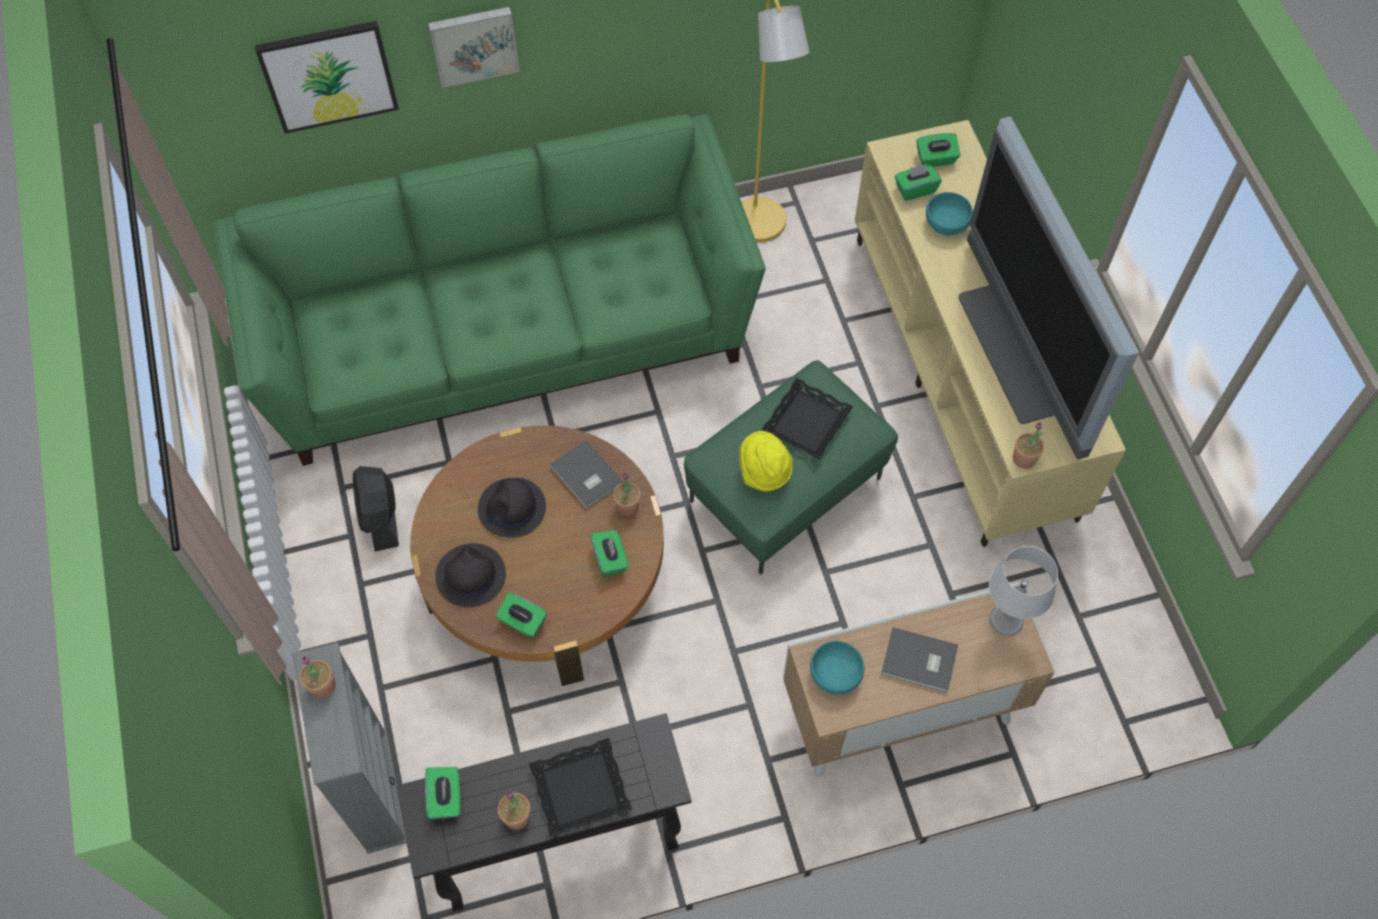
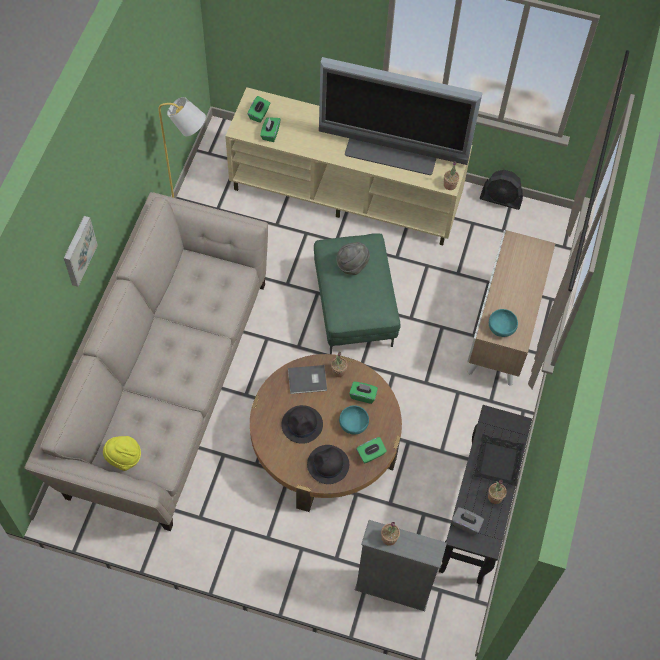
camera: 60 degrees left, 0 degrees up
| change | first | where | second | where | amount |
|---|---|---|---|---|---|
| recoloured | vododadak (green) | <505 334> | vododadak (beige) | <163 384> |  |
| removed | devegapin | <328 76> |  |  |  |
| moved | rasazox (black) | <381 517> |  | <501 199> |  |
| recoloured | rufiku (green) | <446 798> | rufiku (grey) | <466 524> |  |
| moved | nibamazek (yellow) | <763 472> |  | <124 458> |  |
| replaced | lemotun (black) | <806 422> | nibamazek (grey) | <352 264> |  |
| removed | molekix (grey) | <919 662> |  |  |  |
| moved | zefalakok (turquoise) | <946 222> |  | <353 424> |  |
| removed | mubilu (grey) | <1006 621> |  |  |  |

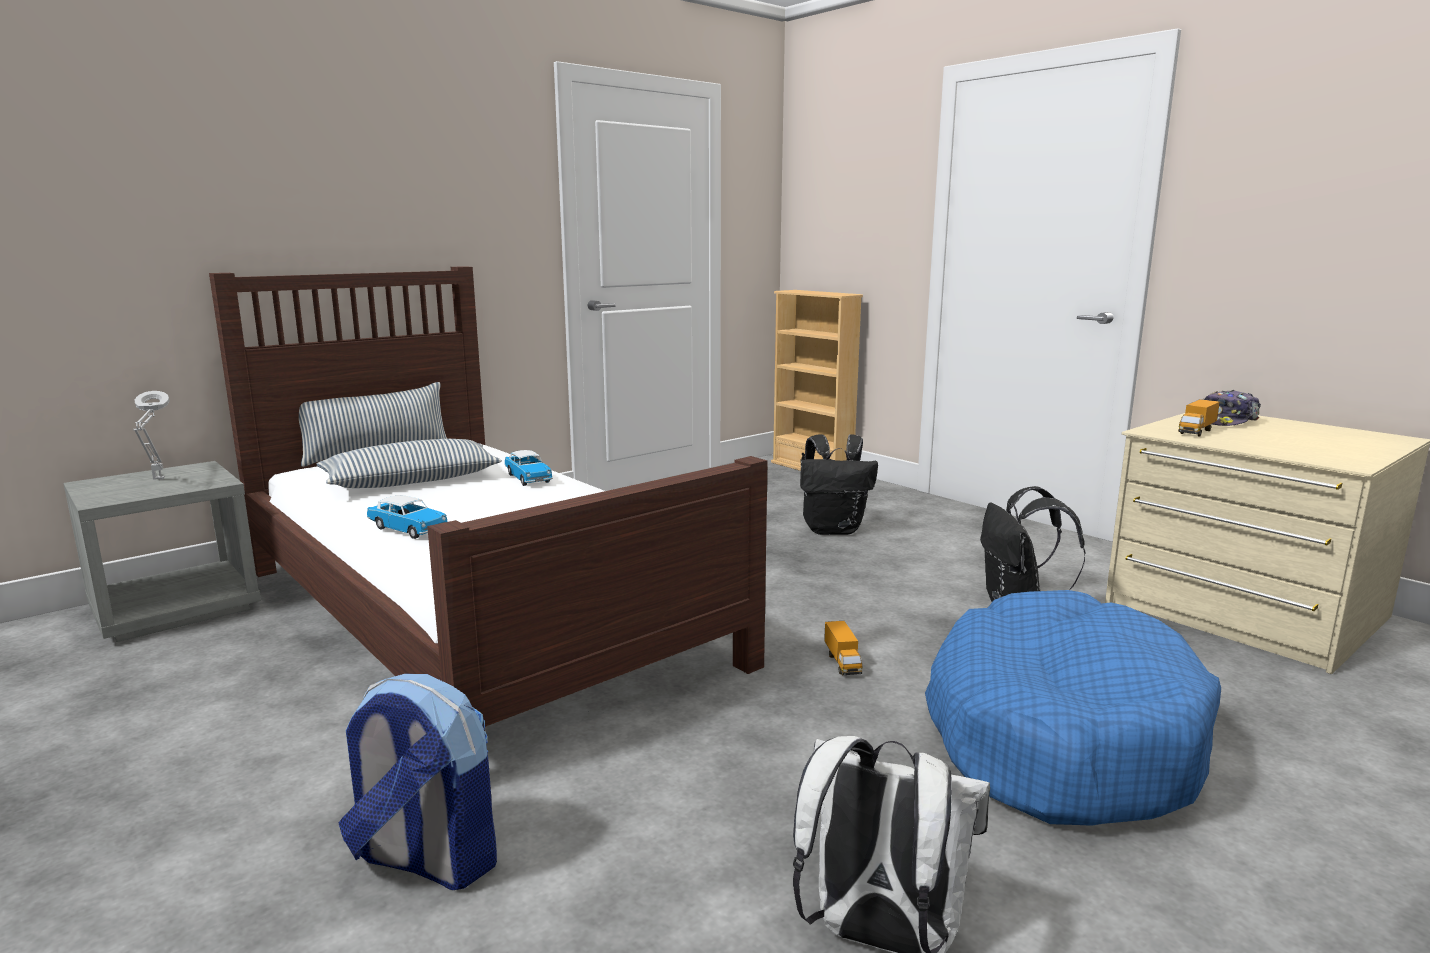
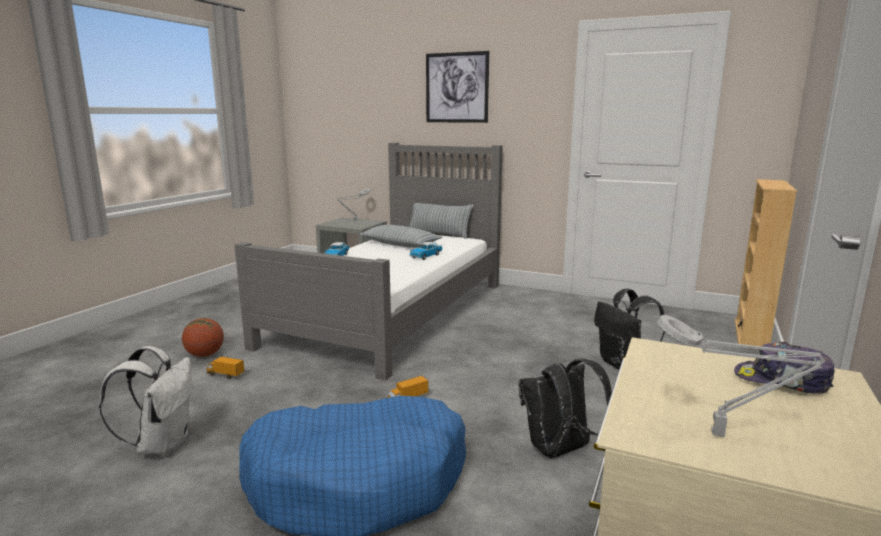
camera: 65 degrees right, 0 degrees up
| change | first | where | second | where | amount |
|---|---|---|---|---|---|
| recoloured | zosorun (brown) | <476 613> | zosorun (grey) | <392 312> |  |
| replaced | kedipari | <426 859> | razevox | <205 355> |  |
| moved | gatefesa | <1196 431> |  | <225 375> |  |
| added |  |  | devegapin | <456 88> |  |
| added |  |  | mubilu (grey) | <723 435> |  |

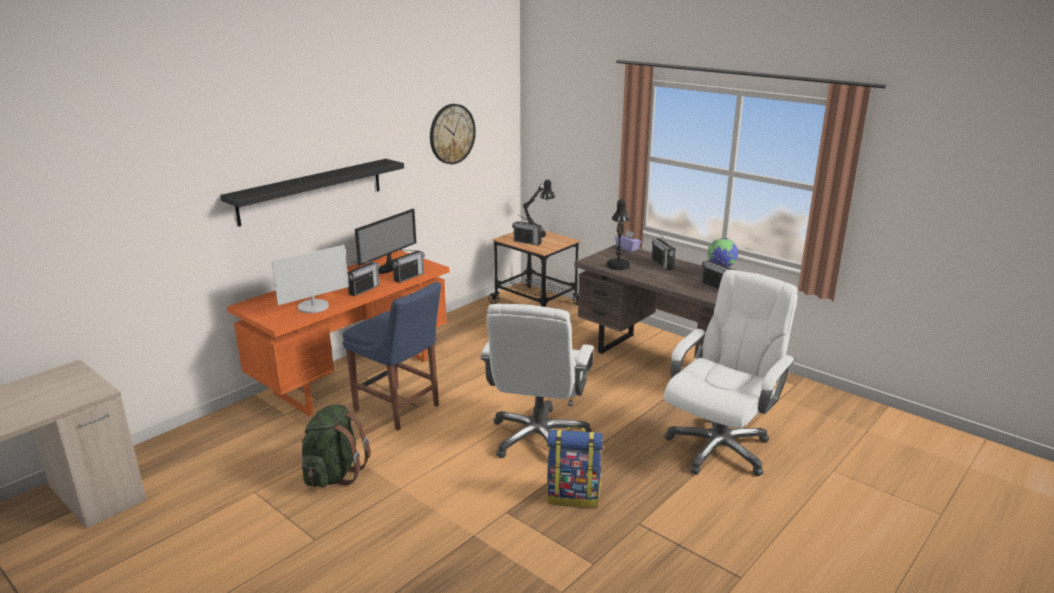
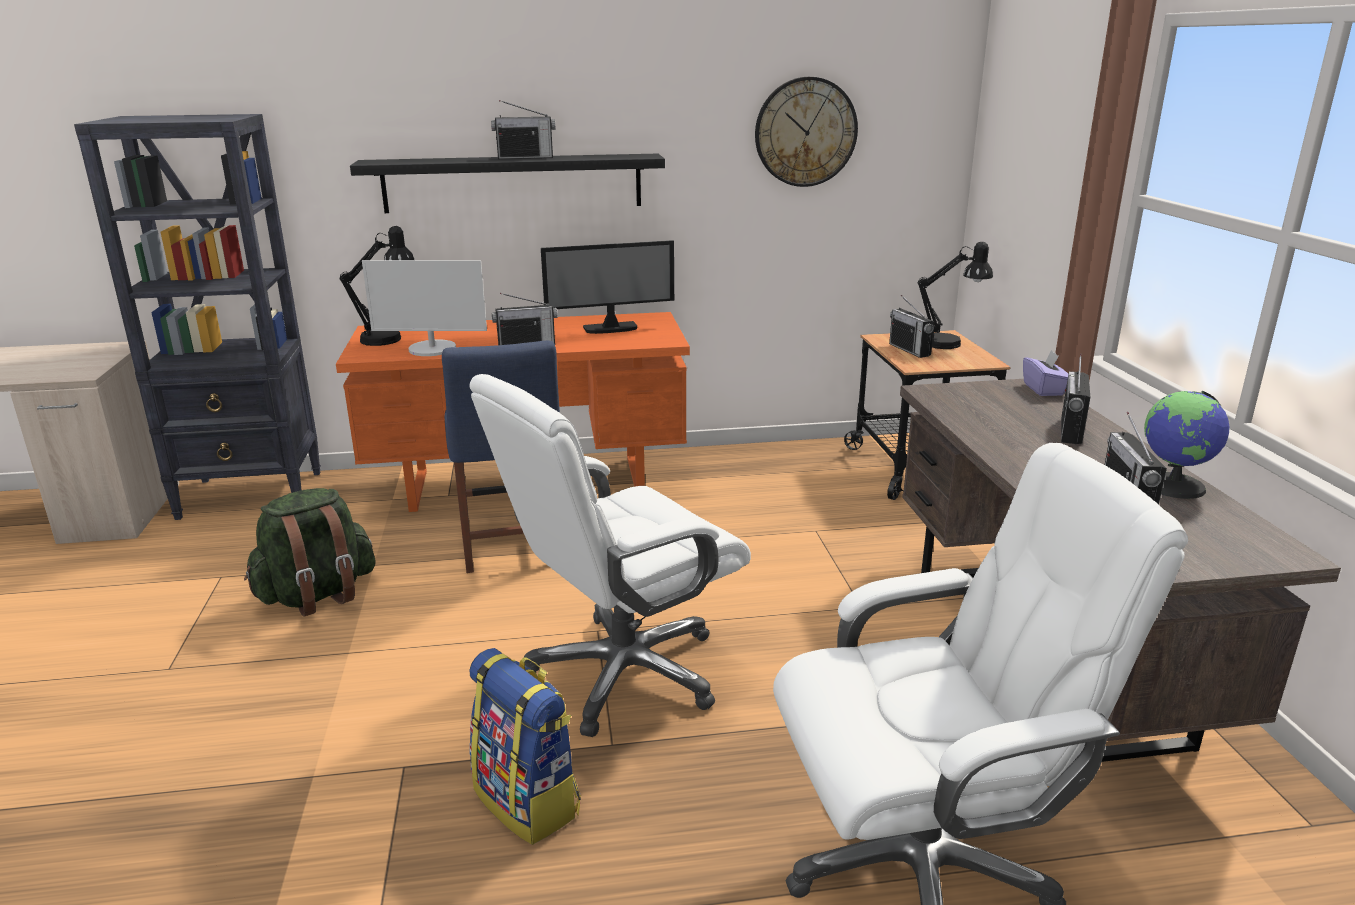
camera: 40 degrees right, 0 degrees up
| change | first | where | second | where | amount |
|---|---|---|---|---|---|
| moved | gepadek | <409 277> |  | <525 158> |  |
| moved | mubilu (black) | <618 264> |  | <389 338> |  |
| added |  |  | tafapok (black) | <253 495> |  |

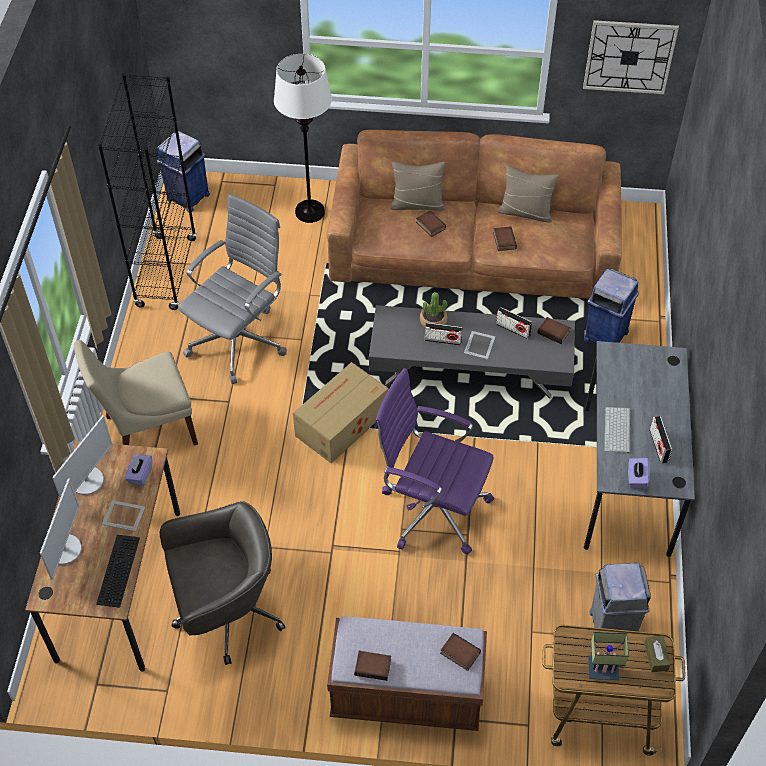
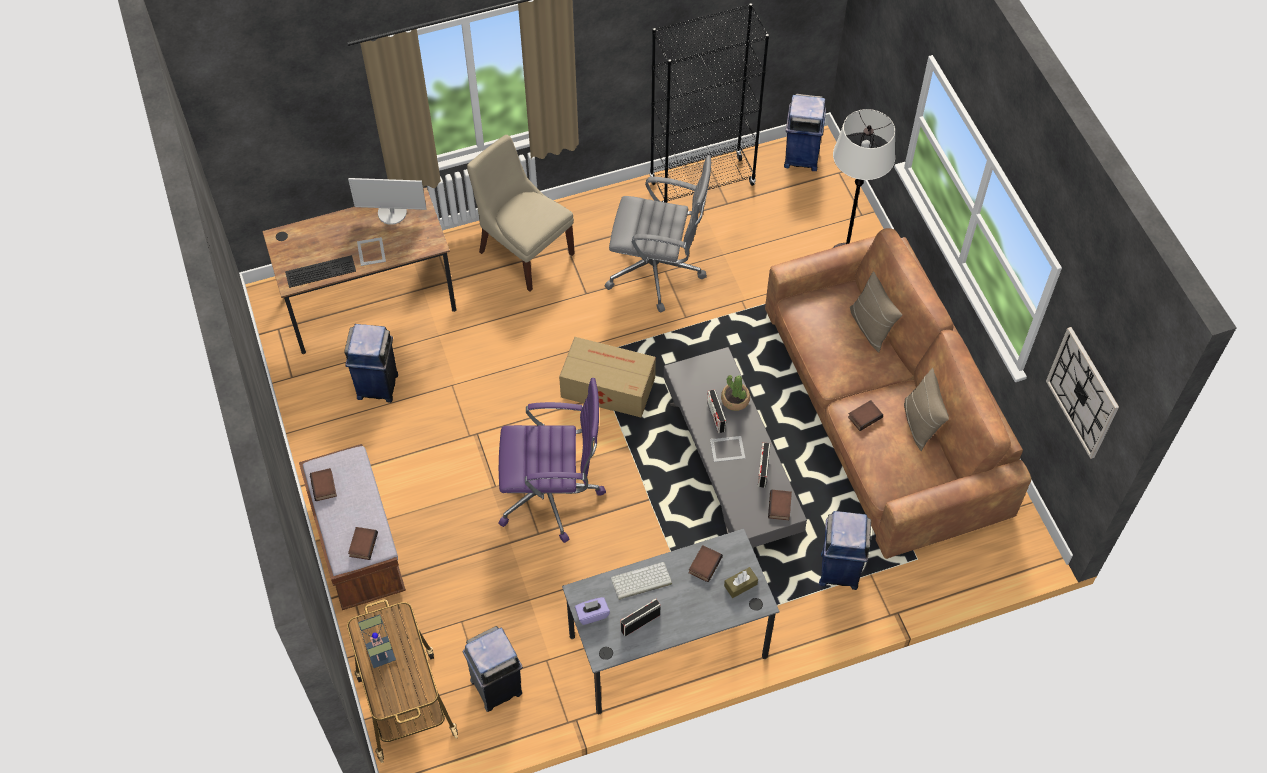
camera: 65 degrees right, 5 degrees up
| change | first | where | second | where | amount |
|---|---|---|---|---|---|
| removed | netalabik | <64 549> |  |  |  |
| removed | rufiku (purple) | <140 475> |  |  |  |
| replaced | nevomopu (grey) | <226 612> | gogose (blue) | <378 385> |  |
| turned | nevomopu (purple) | <432 508> |  | <552 494> | 90 degrees clockwise |
| moved | molekix | <429 226> |  | <704 564> |  |
| moved | rufiku (brown) | <656 656> |  | <740 585> |  |

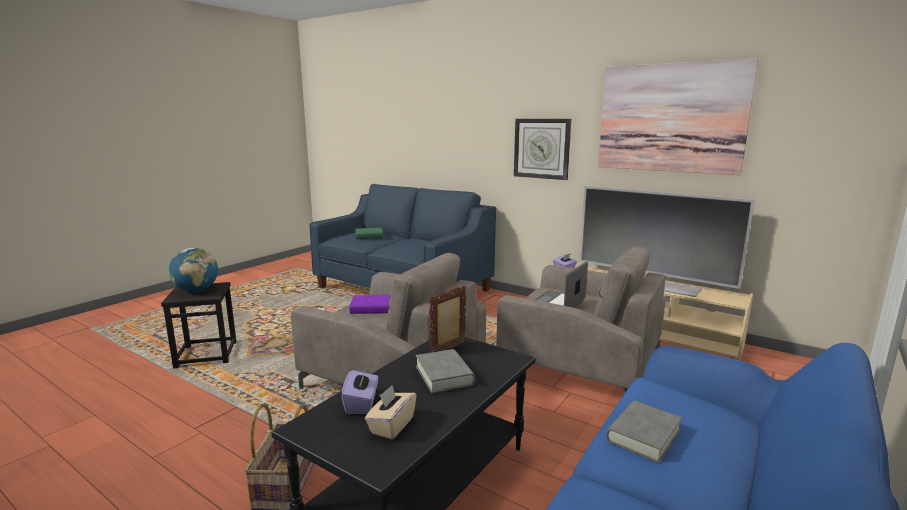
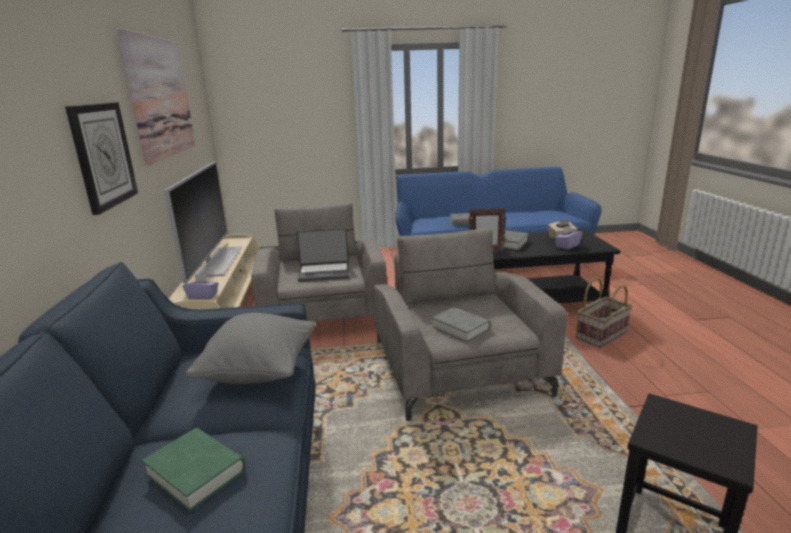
camera: 130 degrees left, 5 degrees up
| change | first | where | second | where | amount |
|---|---|---|---|---|---|
| removed | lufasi | <197 290> |  |  |  |
| recoloured | molekix (purple) | <371 308> | molekix (grey) | <460 328> |  |
| added |  |  | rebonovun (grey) | <260 372> |  |

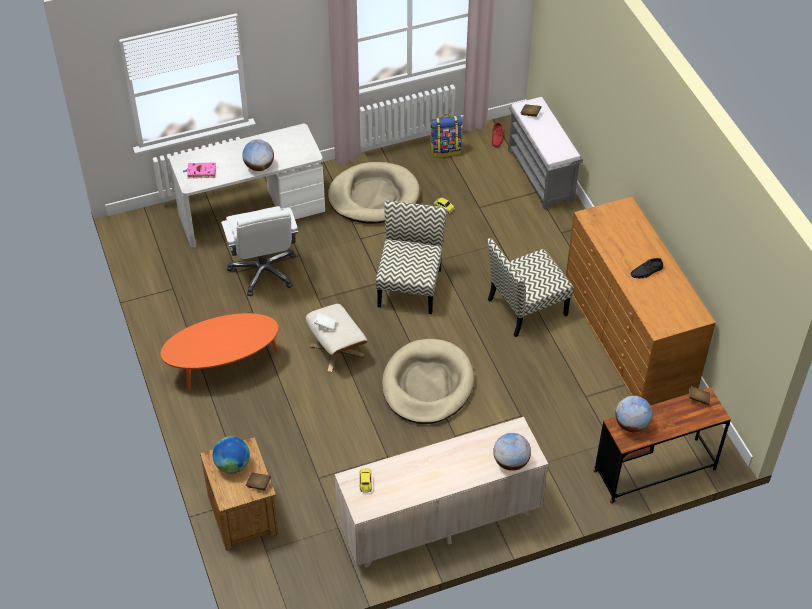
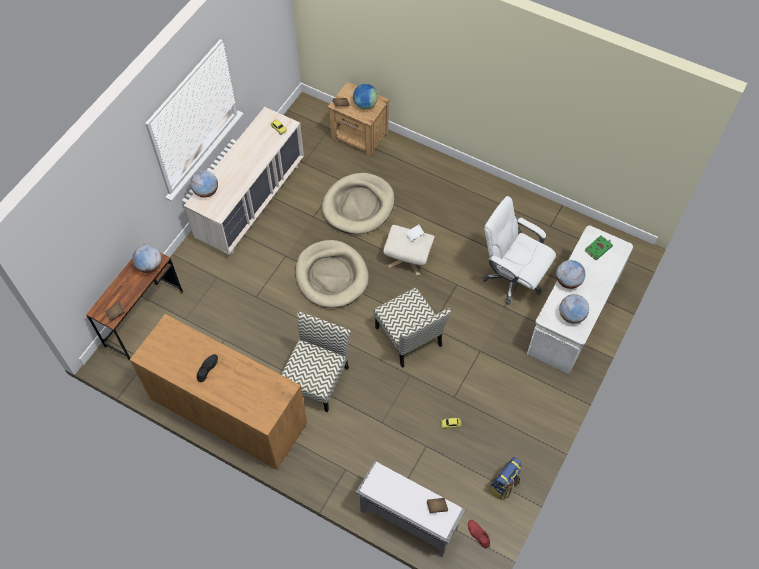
camera: 140 degrees right, 10 degrees up
| change | first | where | second | where | amount |
|---|---|---|---|---|---|
| removed | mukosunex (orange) | <223 366> |  |  |  |
| recoloured | molekix (pink) | <200 172> | molekix (green) | <598 248> |  |
| moved | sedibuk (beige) | <373 196> |  | <358 205> |  |
| added |  |  | lufasi | <571 315> |  |

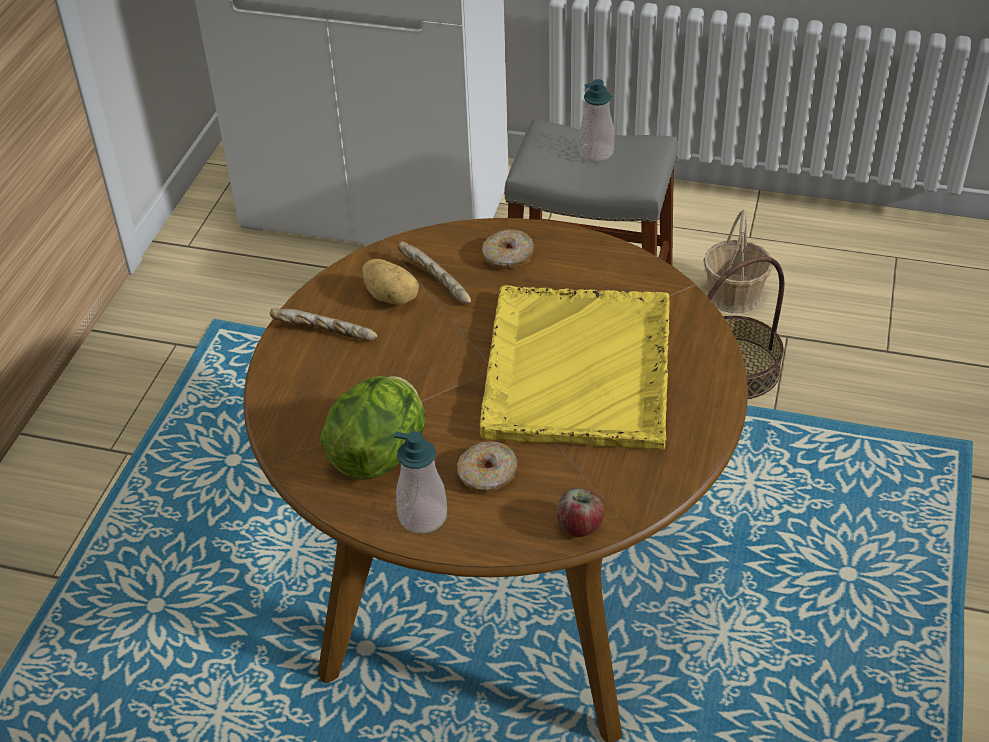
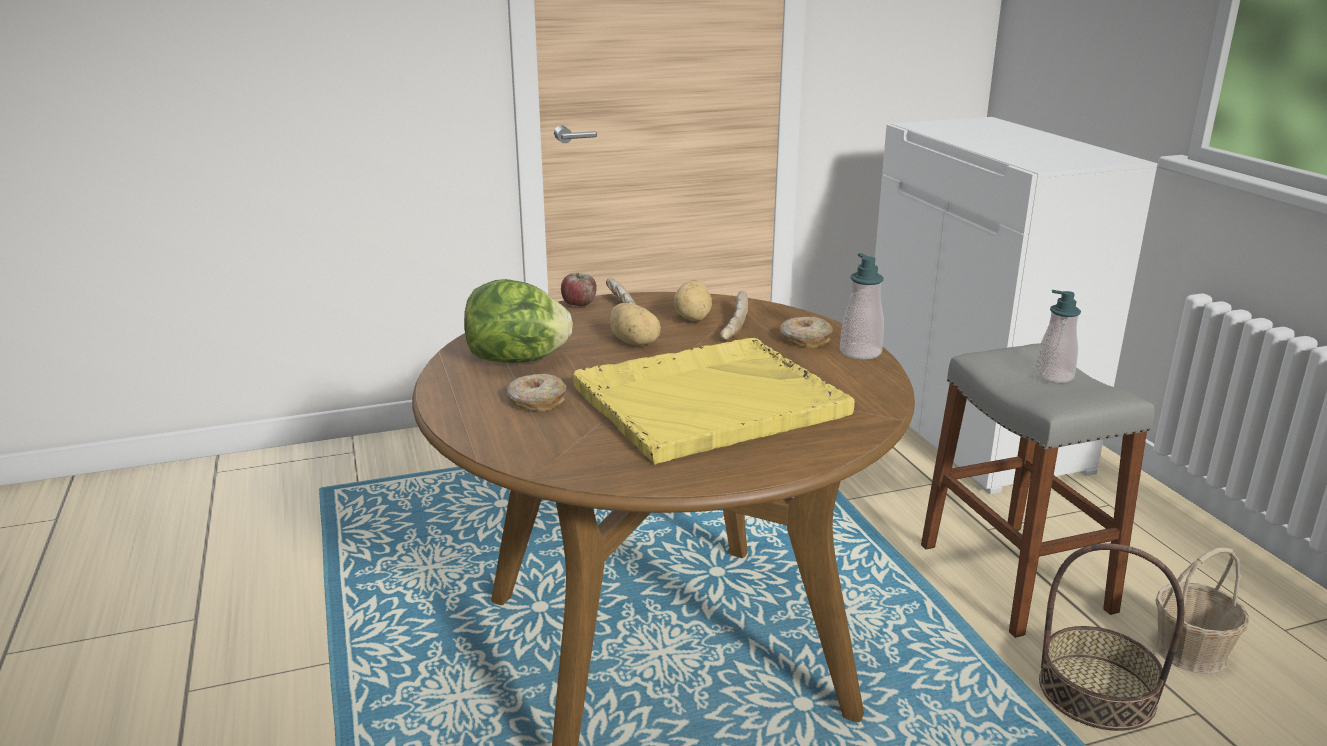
camera: 55 degrees right, 20 degrees down
| change | first | where | second | where | amount |
|---|---|---|---|---|---|
| moved | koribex | <422 516> |  | <860 352> |  |
| moved | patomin | <580 526> |  | <579 304> |  |
| added |  |  | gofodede | <635 342> |  |

